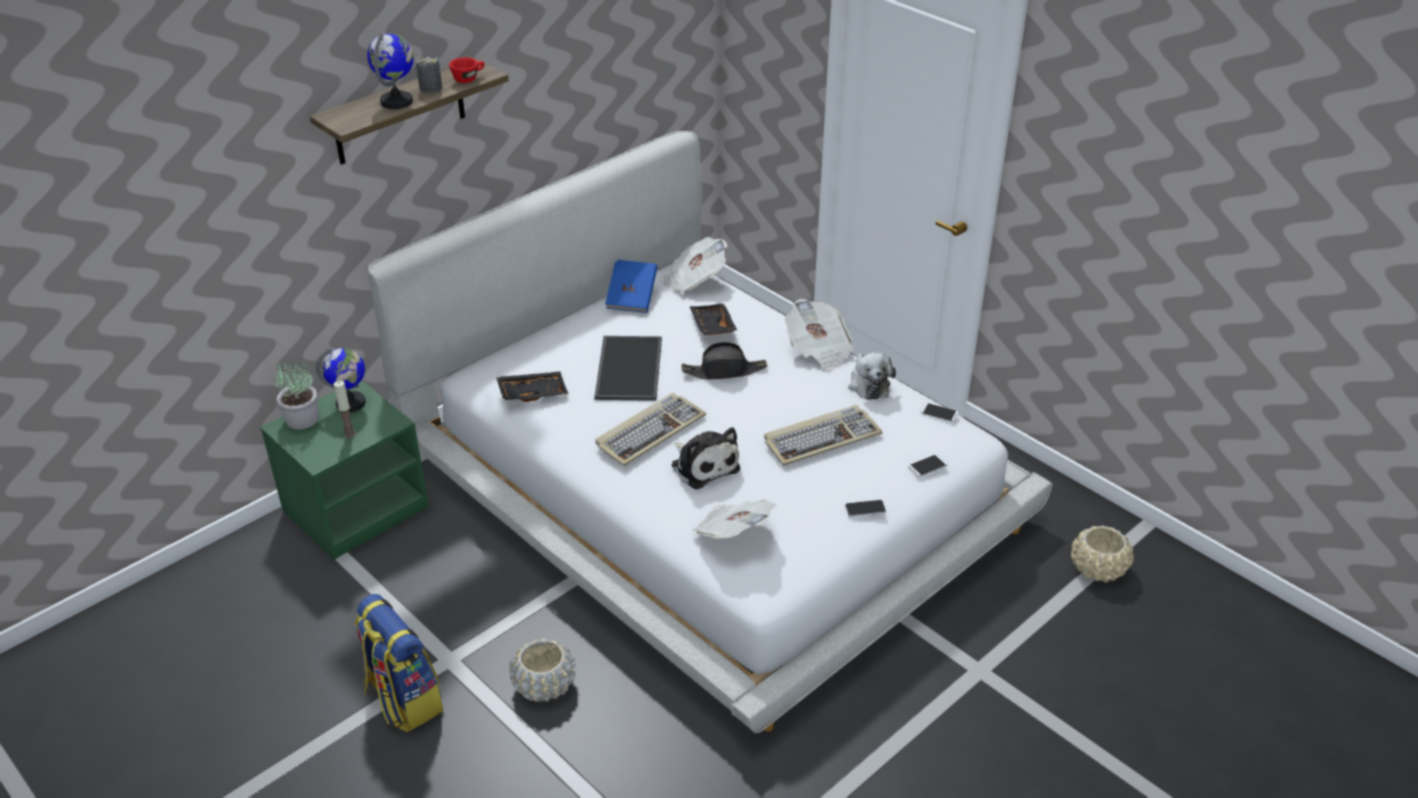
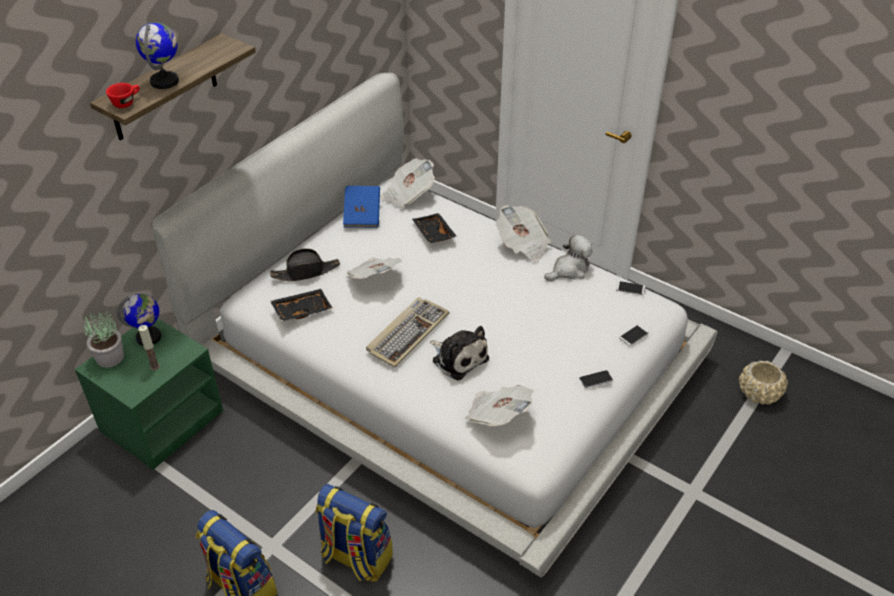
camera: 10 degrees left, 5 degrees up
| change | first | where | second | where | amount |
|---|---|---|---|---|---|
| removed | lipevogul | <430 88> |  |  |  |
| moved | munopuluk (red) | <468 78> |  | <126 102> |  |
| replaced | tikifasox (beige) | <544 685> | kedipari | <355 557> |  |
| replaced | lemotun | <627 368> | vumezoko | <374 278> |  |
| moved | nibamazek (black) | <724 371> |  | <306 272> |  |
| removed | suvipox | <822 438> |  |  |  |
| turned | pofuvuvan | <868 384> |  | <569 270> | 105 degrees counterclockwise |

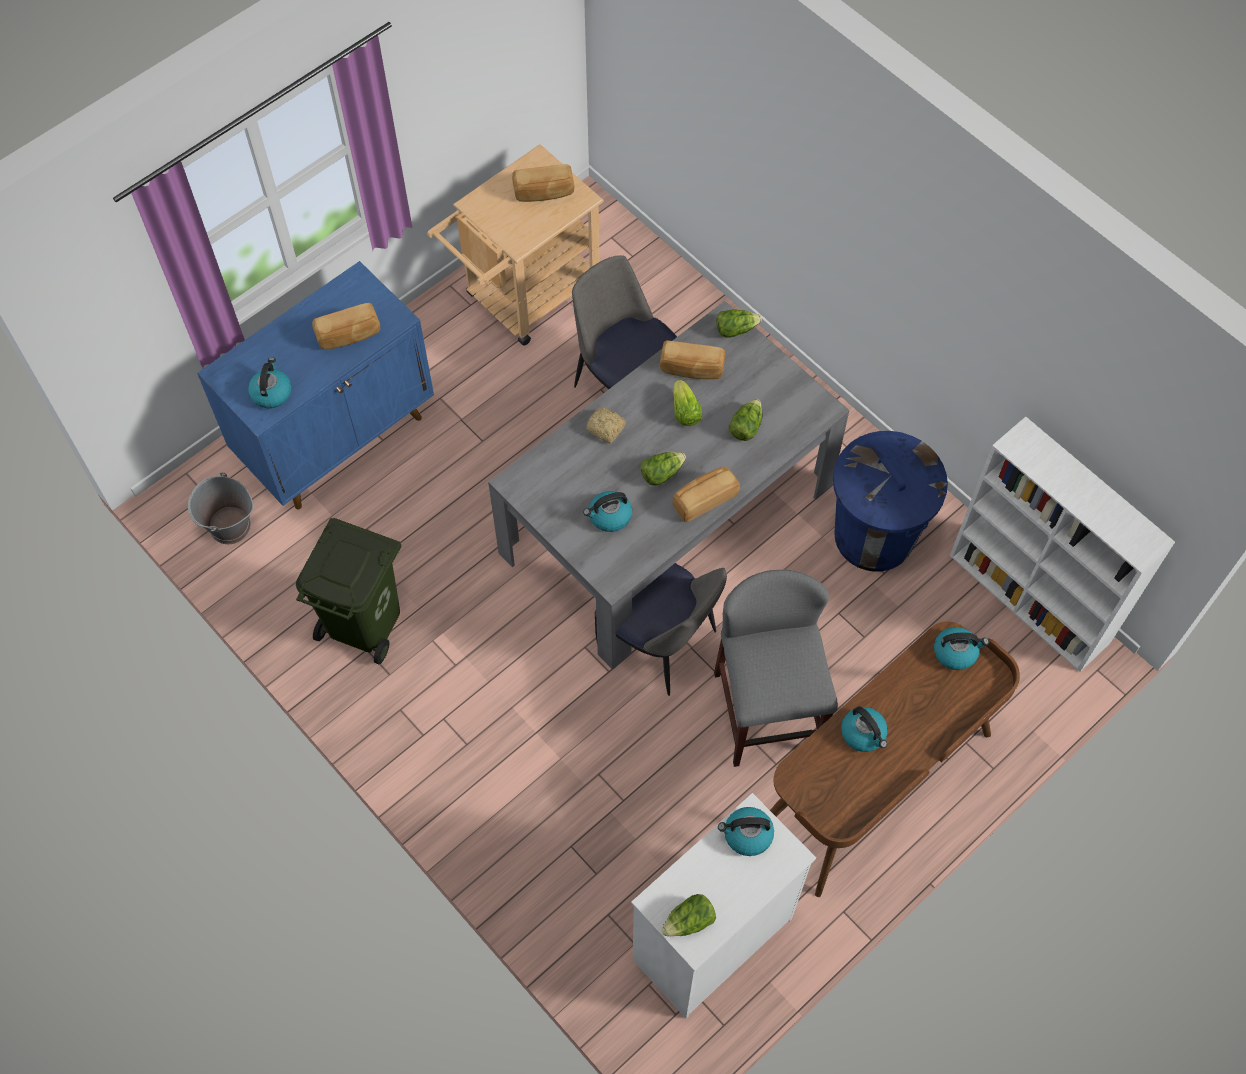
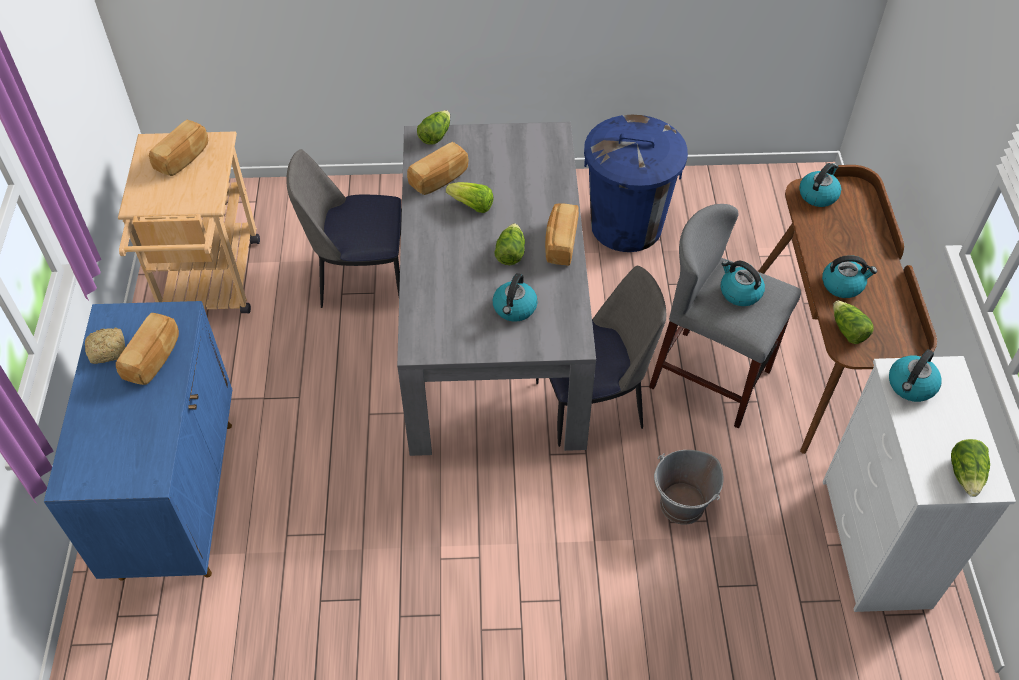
camera: 50 degrees left, 10 degrees down
| change | first | where | second | where | amount |
|---|---|---|---|---|---|
| moved | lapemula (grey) | <229 527> |  | <682 505> |  |
| moved | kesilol | <271 392> |  | <739 292> |  |
| removed | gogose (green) | <365 623> |  |  |  |
| moved | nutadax | <606 429> |  | <109 350> |  |
| moved | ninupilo | <745 426> |  | <847 330> |  |
| removed | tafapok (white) | <1030 600> |  |  |  |

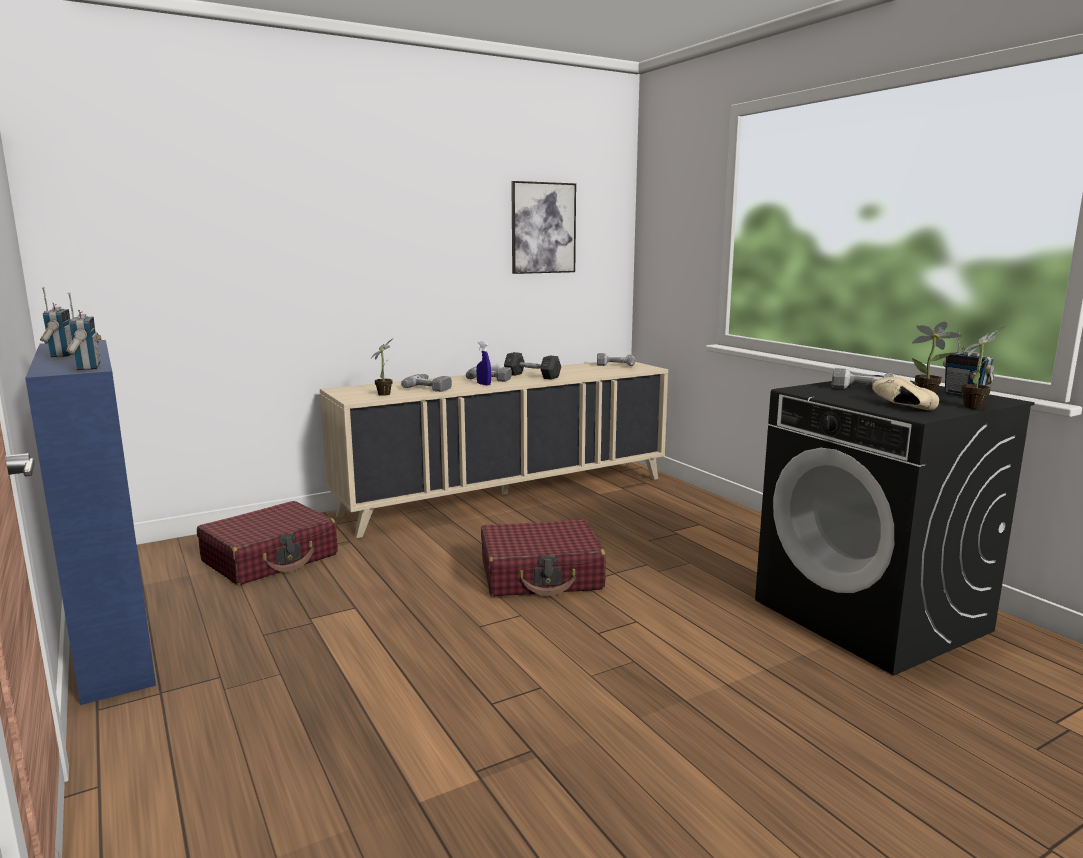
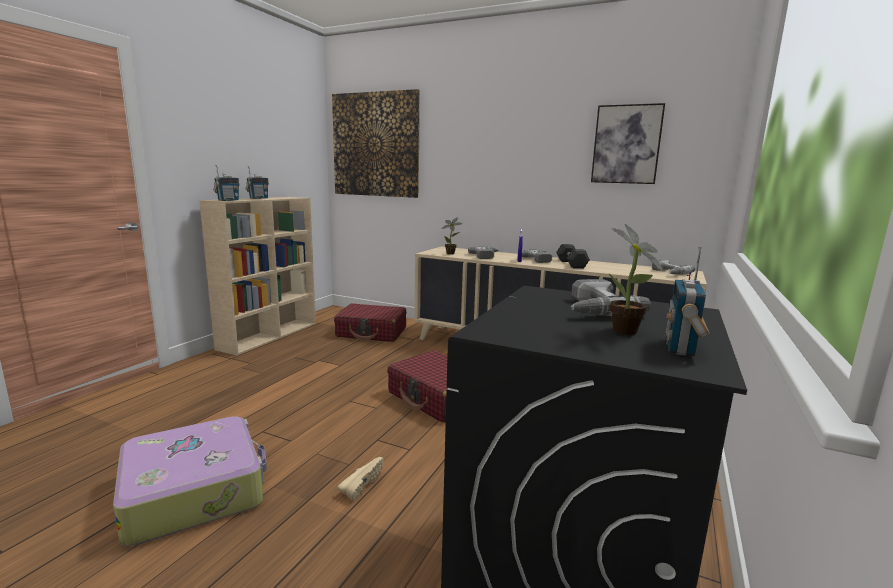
camera: 55 degrees right, 0 degrees up
| change | first | where | second | where | amount |
|---|---|---|---|---|---|
| recoloured | tafapok (blue) | <114 637> | tafapok (beige) | <270 335> |  |
| moved | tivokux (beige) | <899 406> |  | <361 484> |  |
| removed | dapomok | <975 407> |  |  |  |
| added |  |  | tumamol | <195 490> |  |
| added |  |  | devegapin | <375 145> |  |

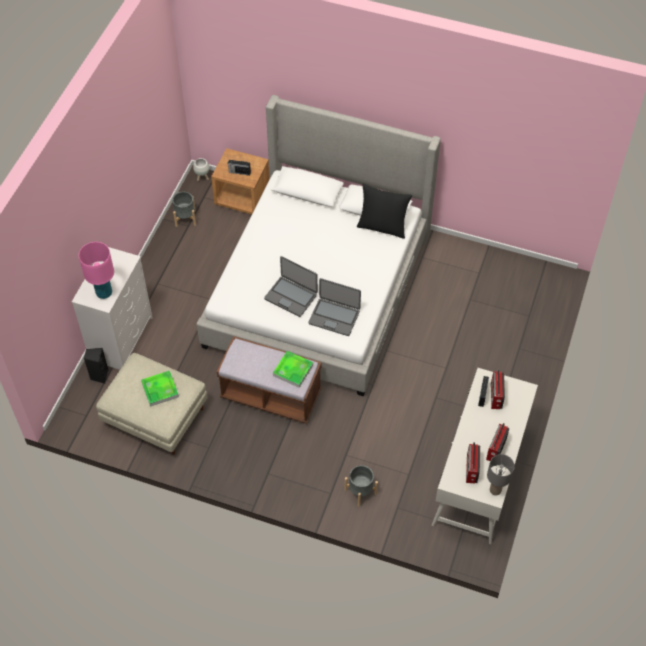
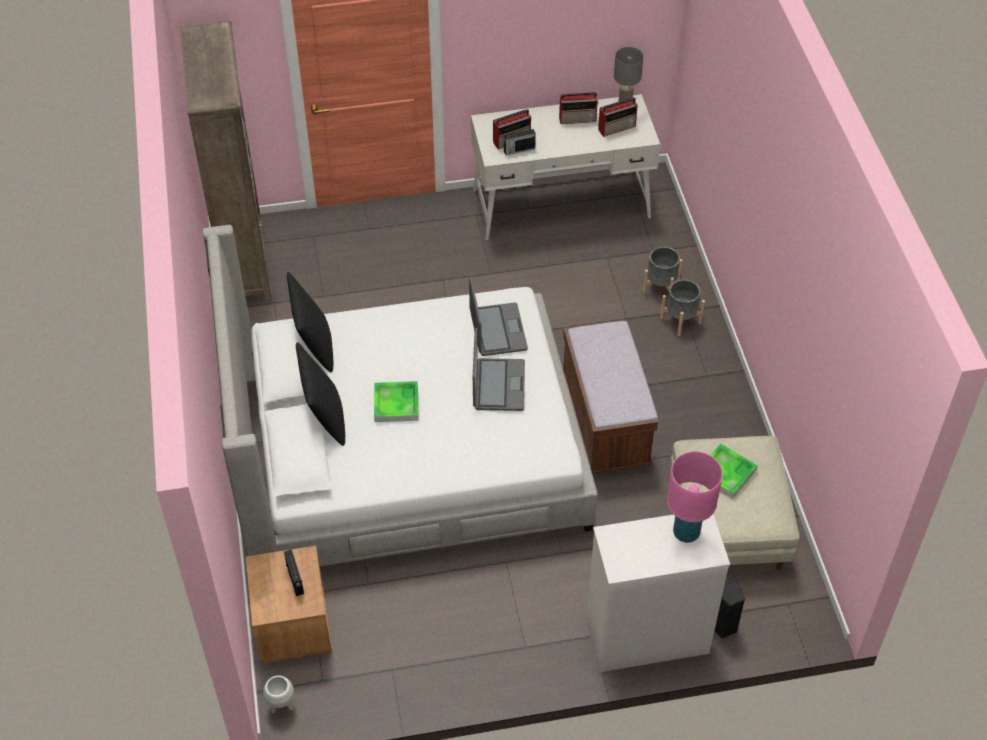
camera: 120 degrees left, 5 degrees down
| change | first | where | second | where | amount |
|---|---|---|---|---|---|
| moved | tikifasox (grey) | <185 218> |  | <680 320> |  |
| moved | lemotun | <293 370> |  | <396 404> |  |
| added |  |  | tafapok (brown) | <244 261> |  |
| added |  |  | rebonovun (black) | <325 417> |  |

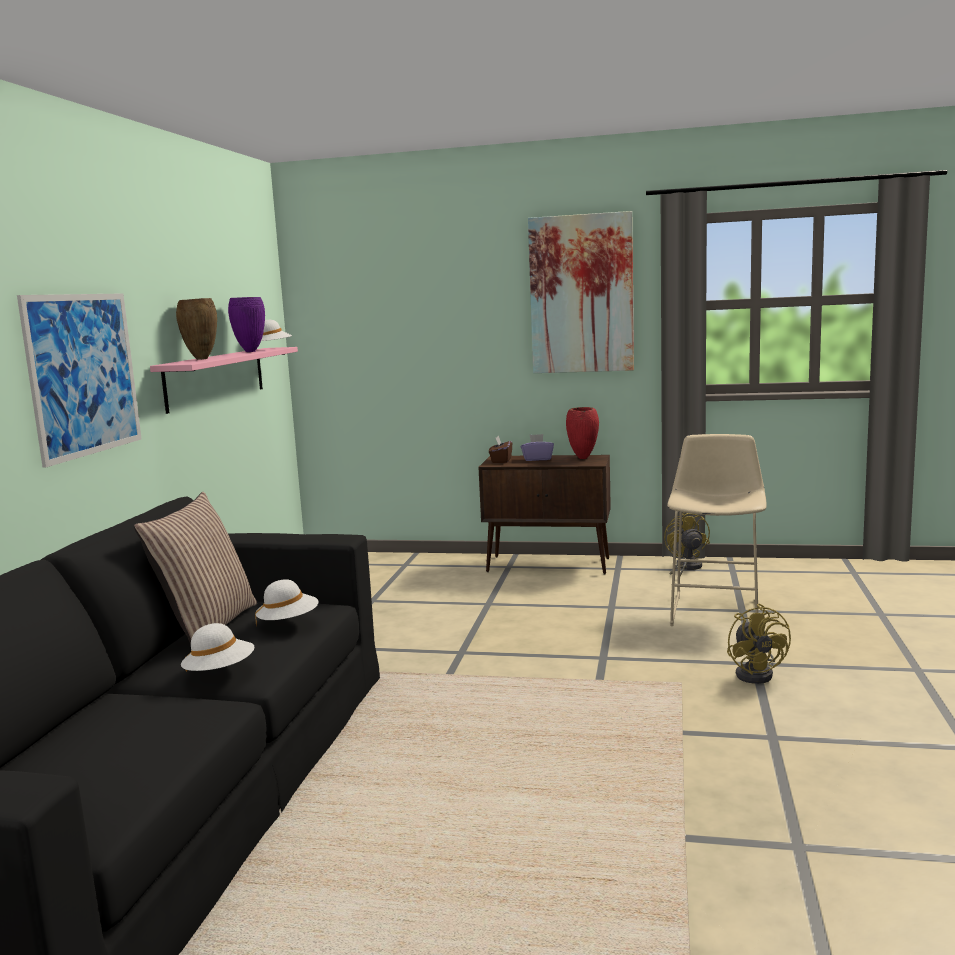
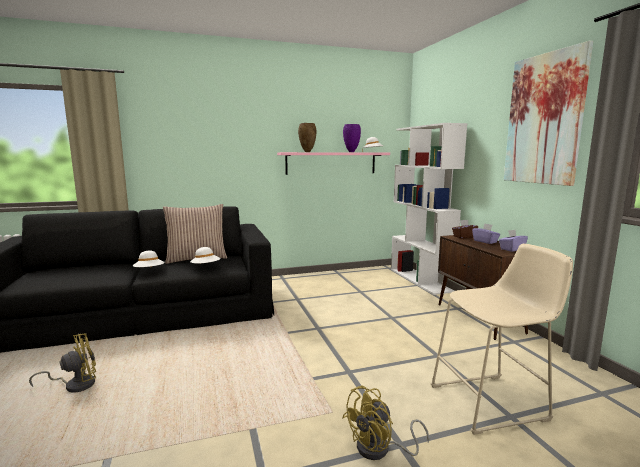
camera: 60 degrees right, 0 degrees up
| change | first | where | second | where | amount |
|---|---|---|---|---|---|
| removed | devegapin | <84 374> |  |  |  |
| replaced | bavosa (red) | <583 458> | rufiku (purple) | <512 249> |  |
| moved | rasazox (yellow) | <686 568> |  | <75 385> |  |
| added |  |  | tafapok (white) | <420 280> |  |

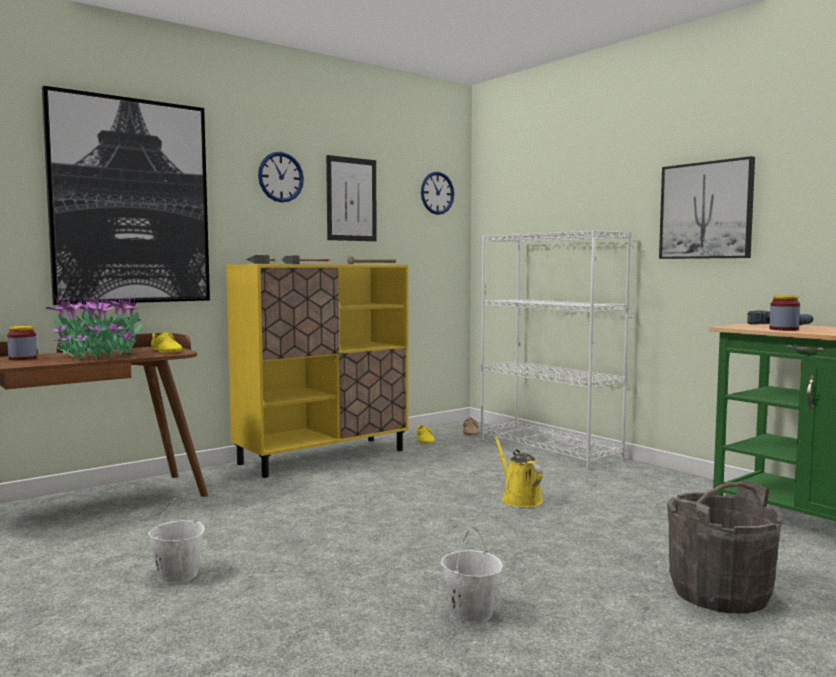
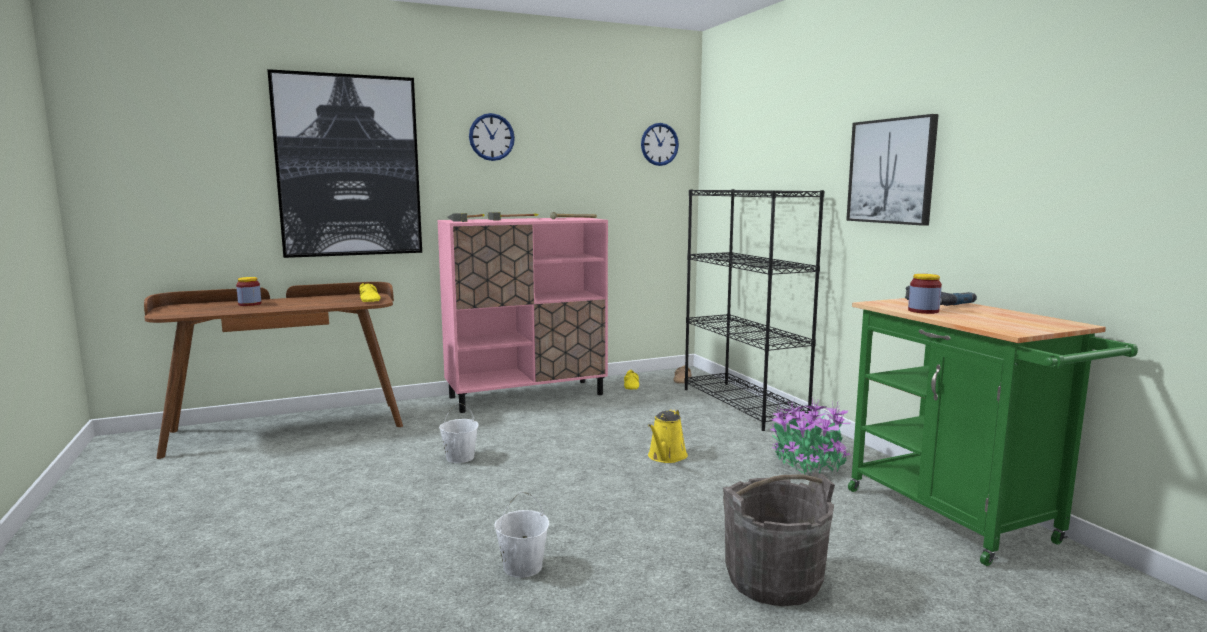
camera: 15 degrees right, 5 degrees up
| change | first | where | second | where | amount |
|---|---|---|---|---|---|
| moved | dapomok | <99 355> |  | <808 462> |  |
| moved | lapemula (white) | <177 575> |  | <459 458> |  |
| recoloured | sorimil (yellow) | <323 456> | sorimil (pink) | <527 396> |  |
| removed | devegapin | <351 199> |  |  |  |
| recoloured | tafapok (white) | <550 449> | tafapok (black) | <744 405> |  |
| turned | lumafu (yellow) | <519 499> |  | <666 457> | 150 degrees counterclockwise |

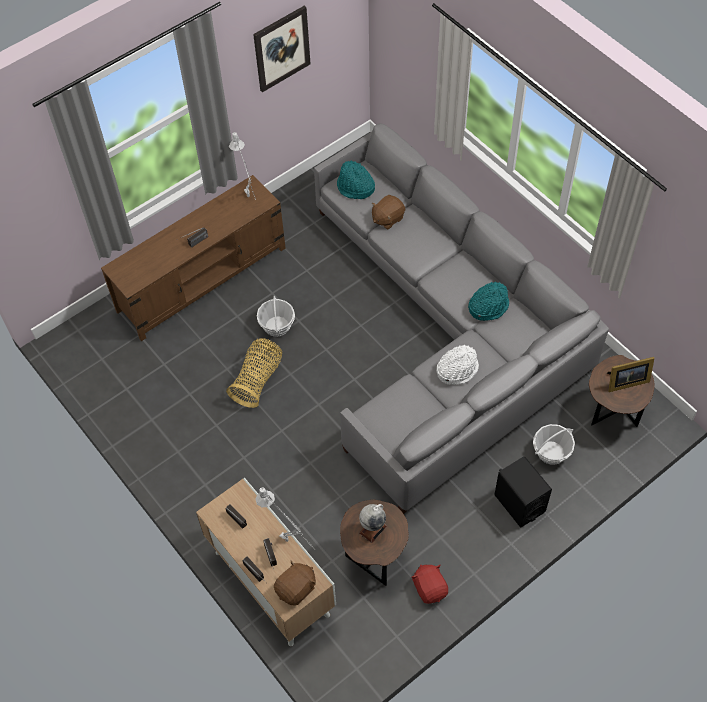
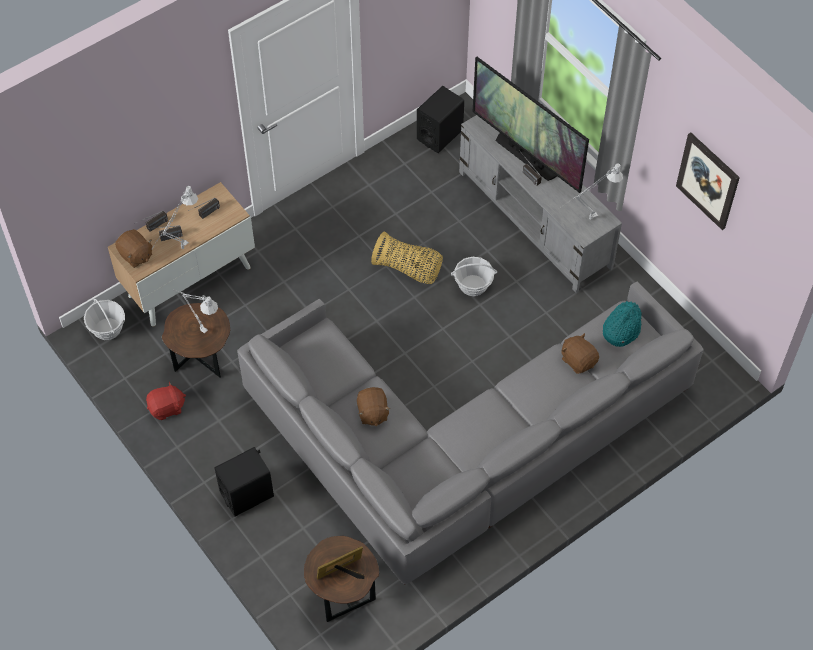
camera: 90 degrees right, 0 degrees up
| change | first | where | second | where | amount |
|---|---|---|---|---|---|
| recoloured | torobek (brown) | <202 279> | torobek (grey) | <535 220> |  |
| replaced | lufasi | <373 529> | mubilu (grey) | <199 328> |  |
| replaced | nibamazek (white) | <457 369> | pofuvuvan (brown) | <372 413> |  |
| removed | nibamazek (turquoise) | <488 306> |  |  |  |
| moved | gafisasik | <551 452> |  | <107 329> |  |
| turned | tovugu | <625 382> |  | <343 572> | 75 degrees clockwise |
| added |  |  | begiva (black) | <440 135> |  |
| added |  |  | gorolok | <526 156> |  |

